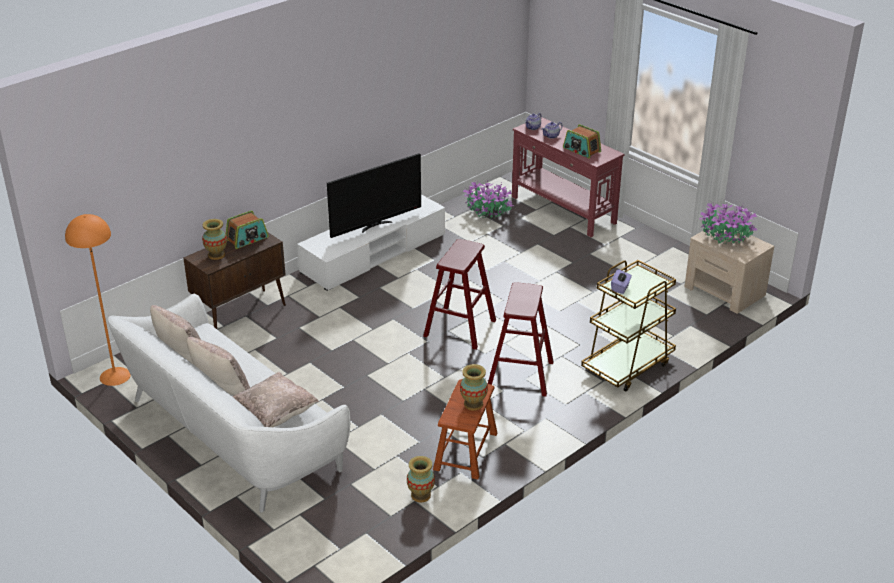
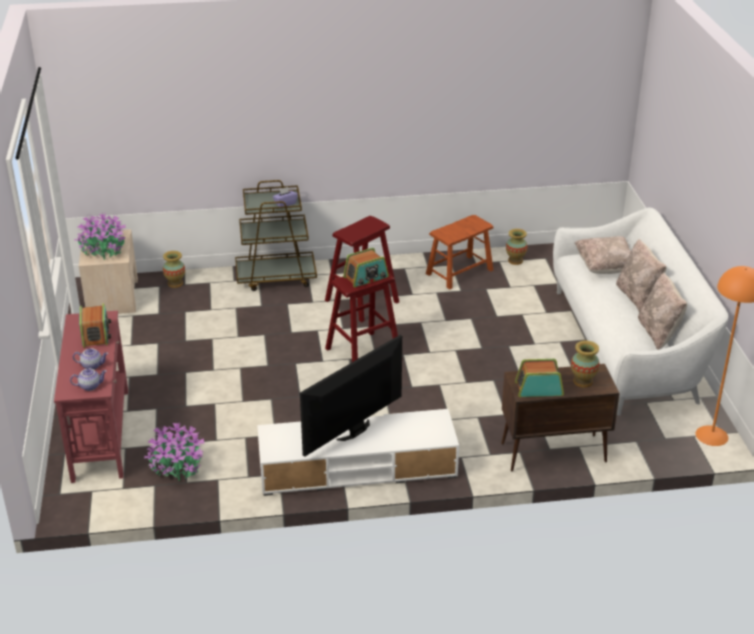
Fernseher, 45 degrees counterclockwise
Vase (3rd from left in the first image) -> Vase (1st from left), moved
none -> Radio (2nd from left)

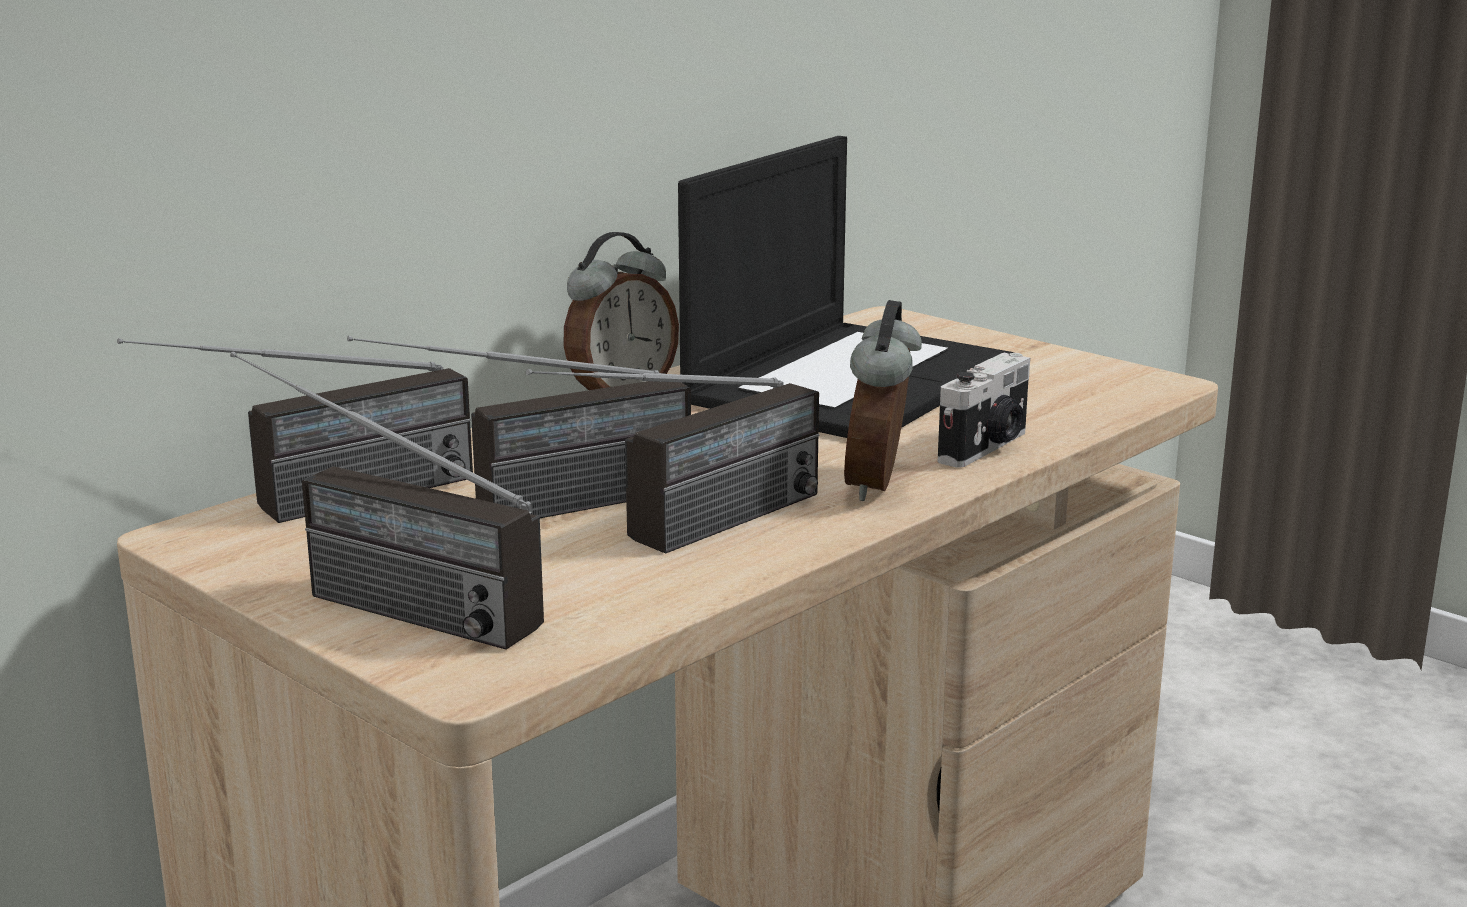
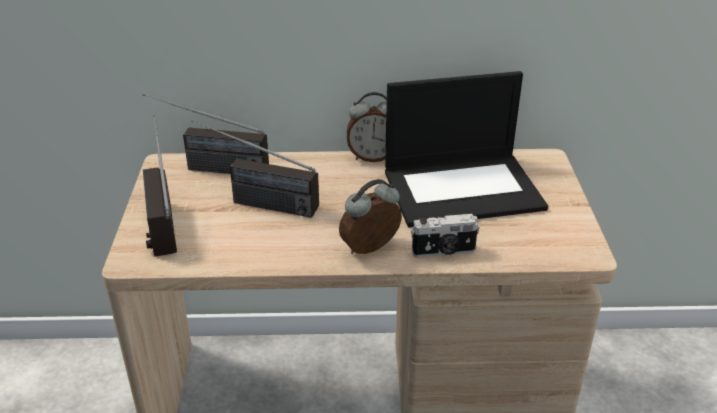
Radio (4th from left) -> none

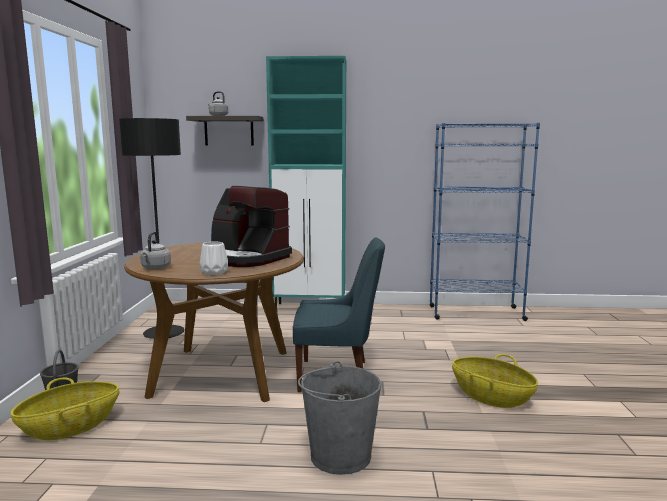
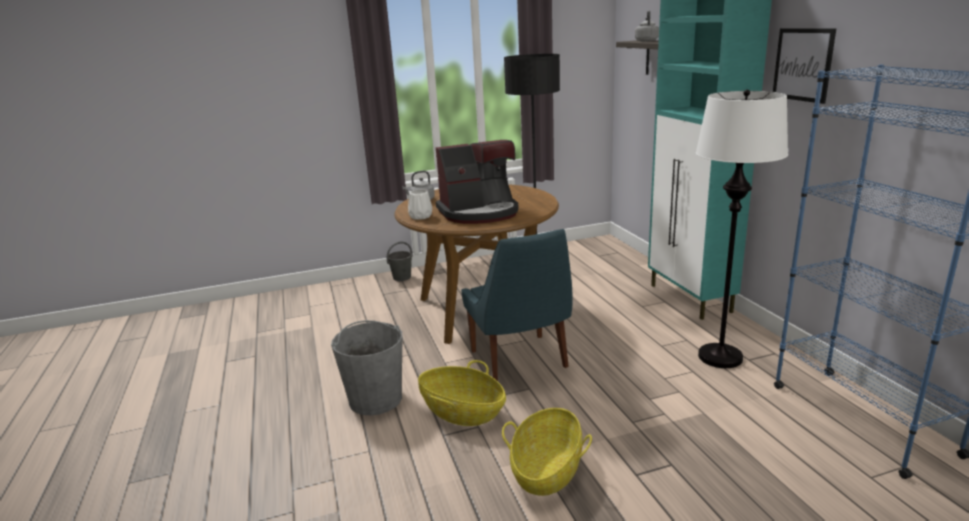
Kaffeemaschine, 120 degrees counterclockwise
Korb (1st from left), moved
none -> Bild
none -> Stehlampe (weiß)

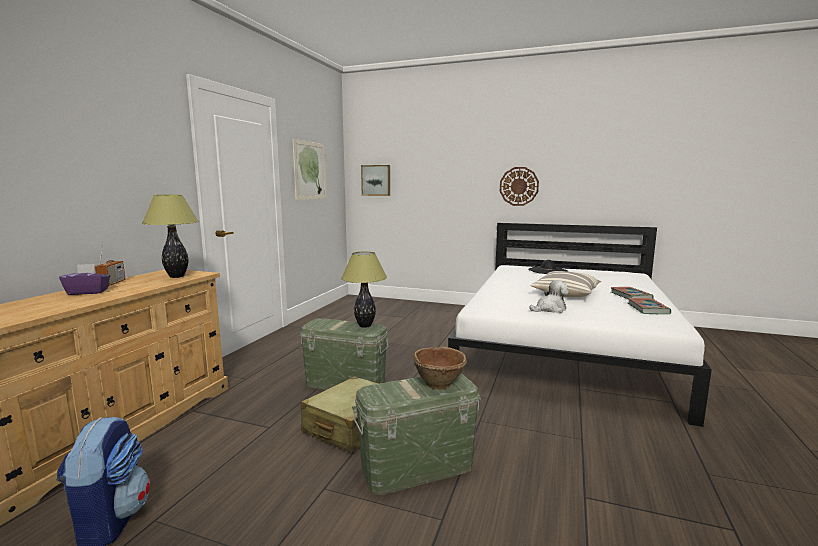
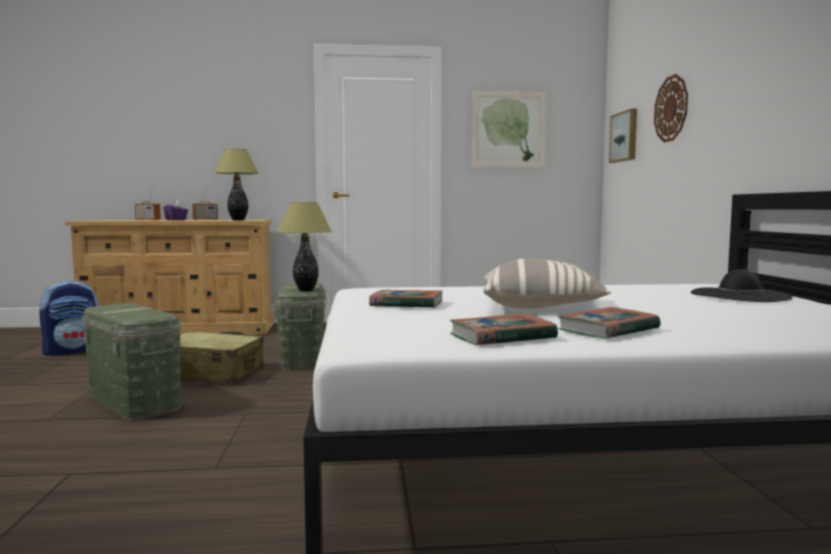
Wanduhr, moved
Plüschtier -> Buch (1st from left)
Schüssel (braun) -> none
none -> Radio (1st from left)

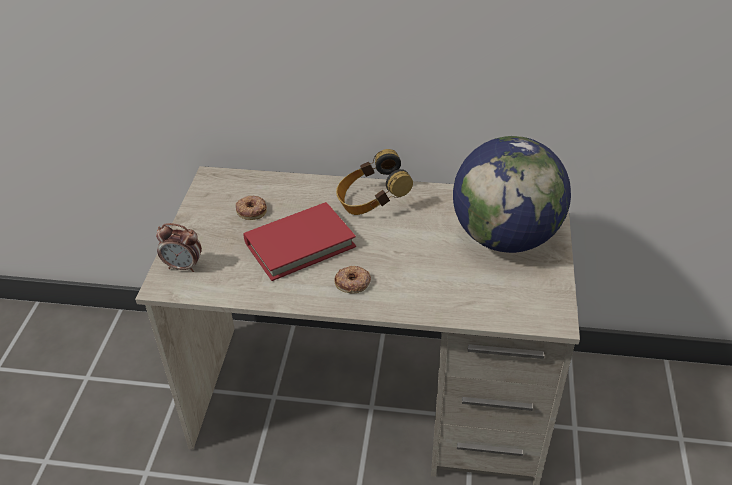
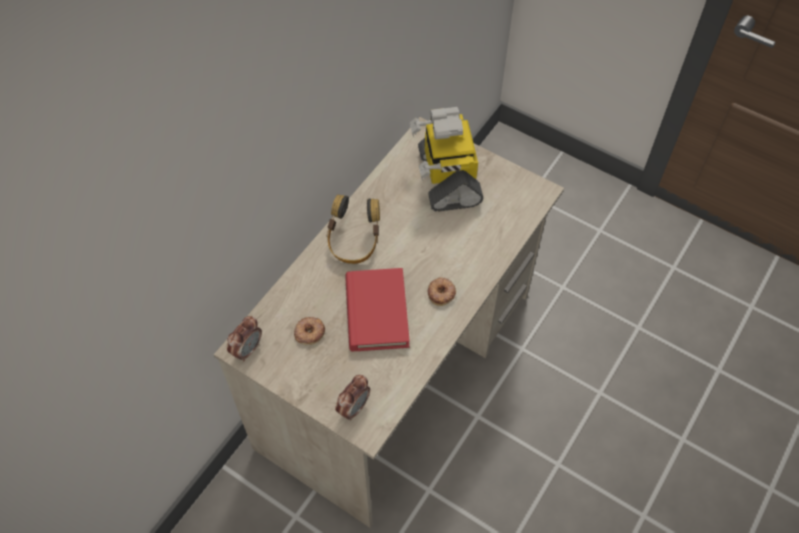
Globus -> Spielzeugroboter
none -> Wecker (1st from left)

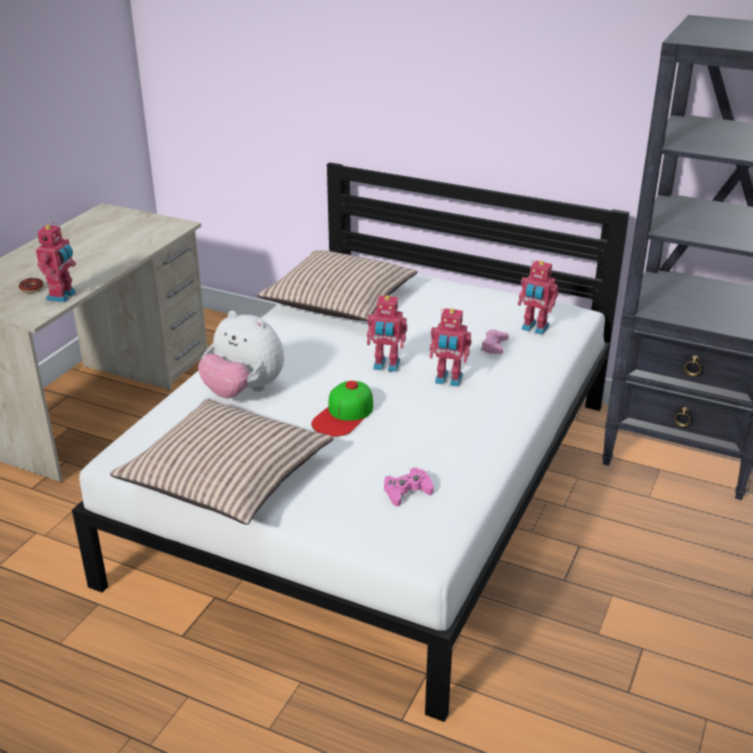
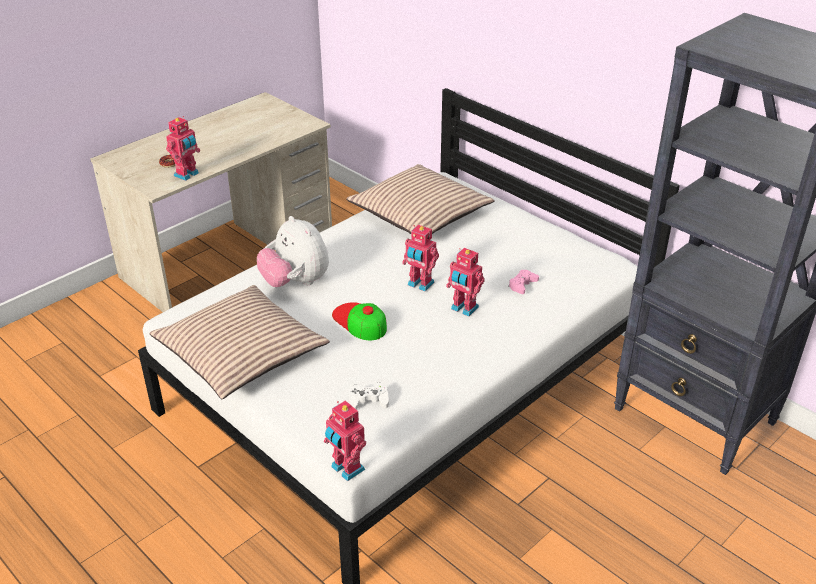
Spielzeugroboter (4th from left in the first image) -> Spielzeugroboter (2nd from left), moved
Kappe, 90 degrees clockwise
Gamepad (rosa) (1st from left) -> Gamepad (weiß)

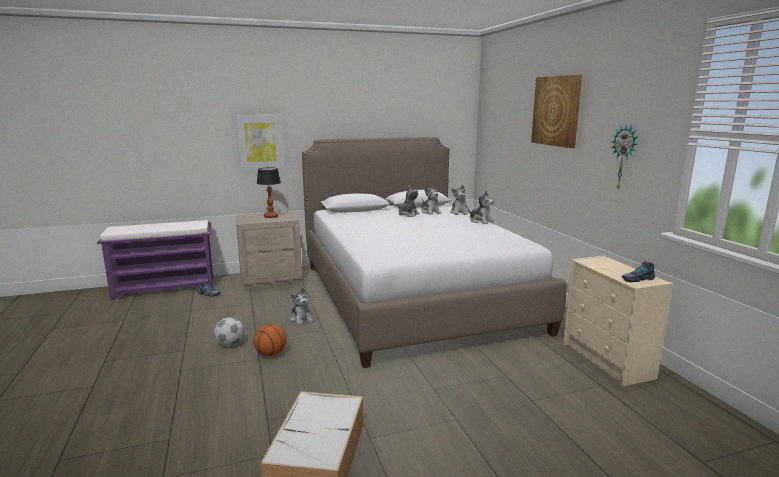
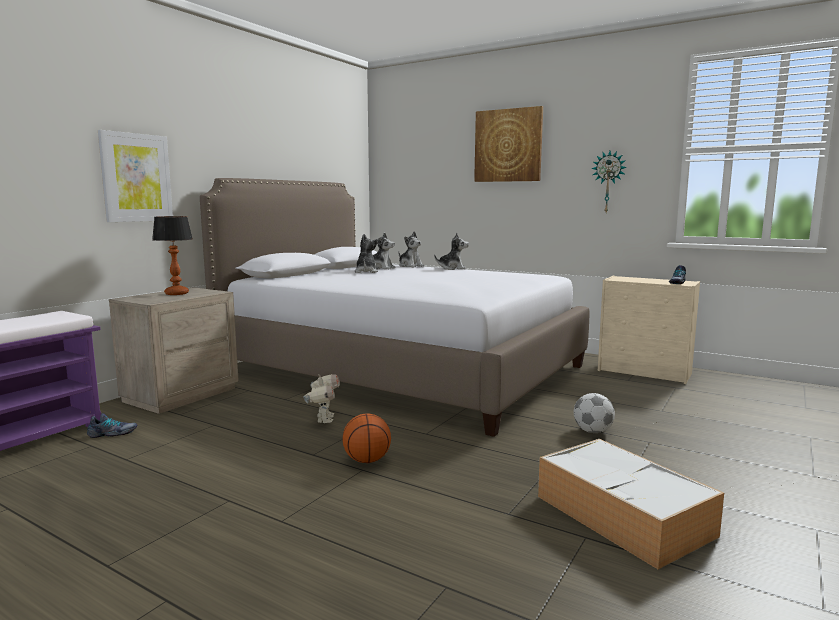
Plüschtier (1st from left) -> Spielzeugroboter
Fußball, moved

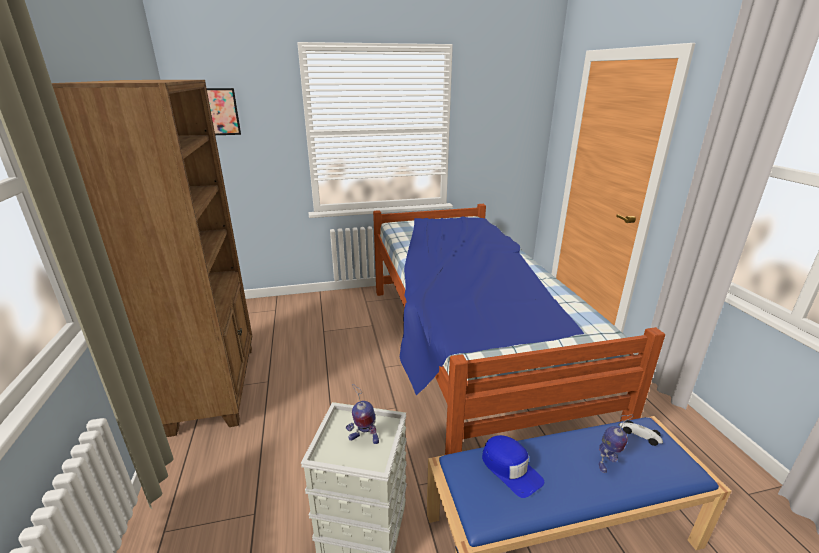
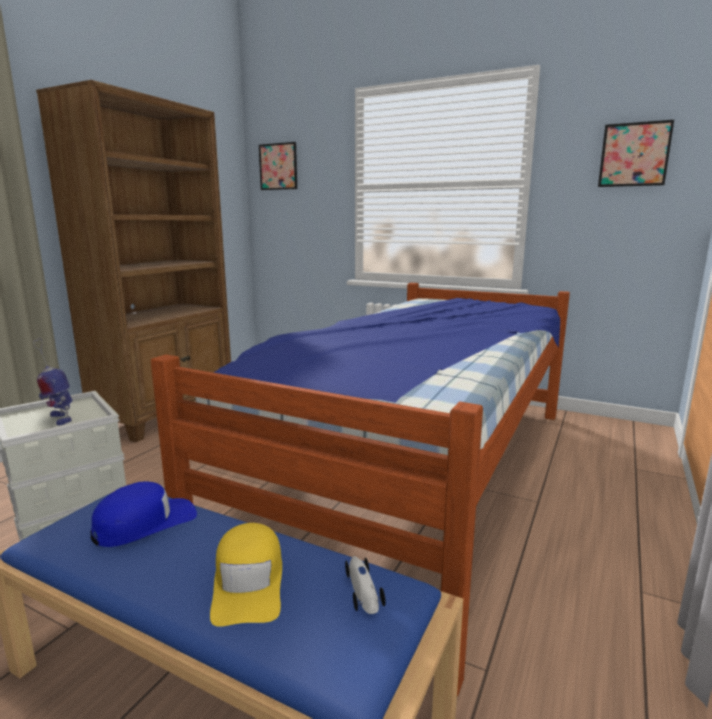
Spielzeugroboter (2nd from left) -> Kappe (gelb)
Kappe (blau), 135 degrees counterclockwise
none -> Bild (2nd from left)

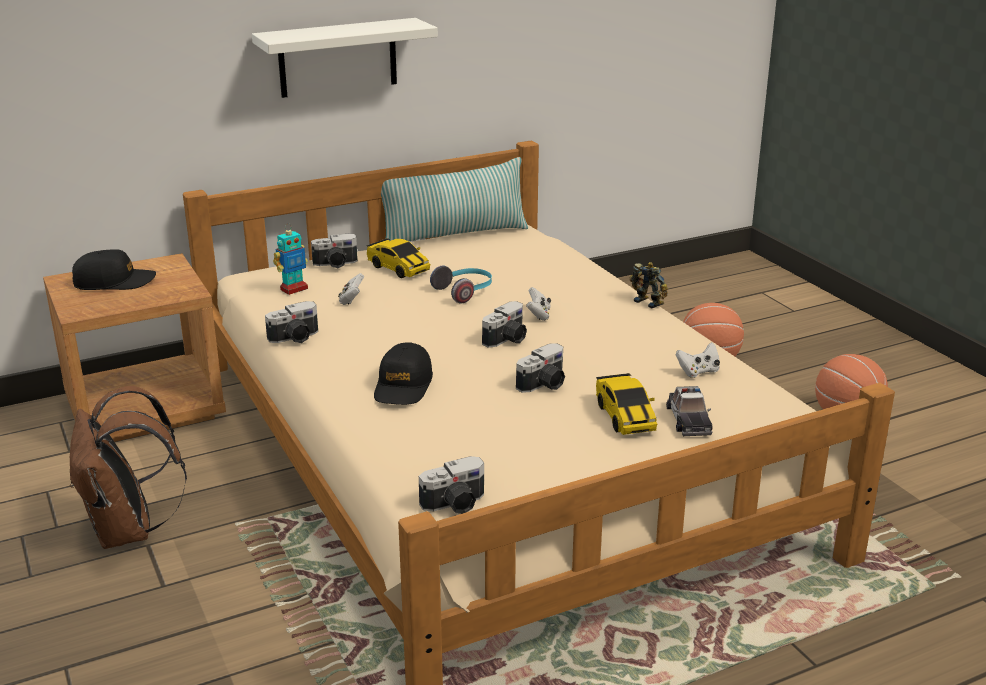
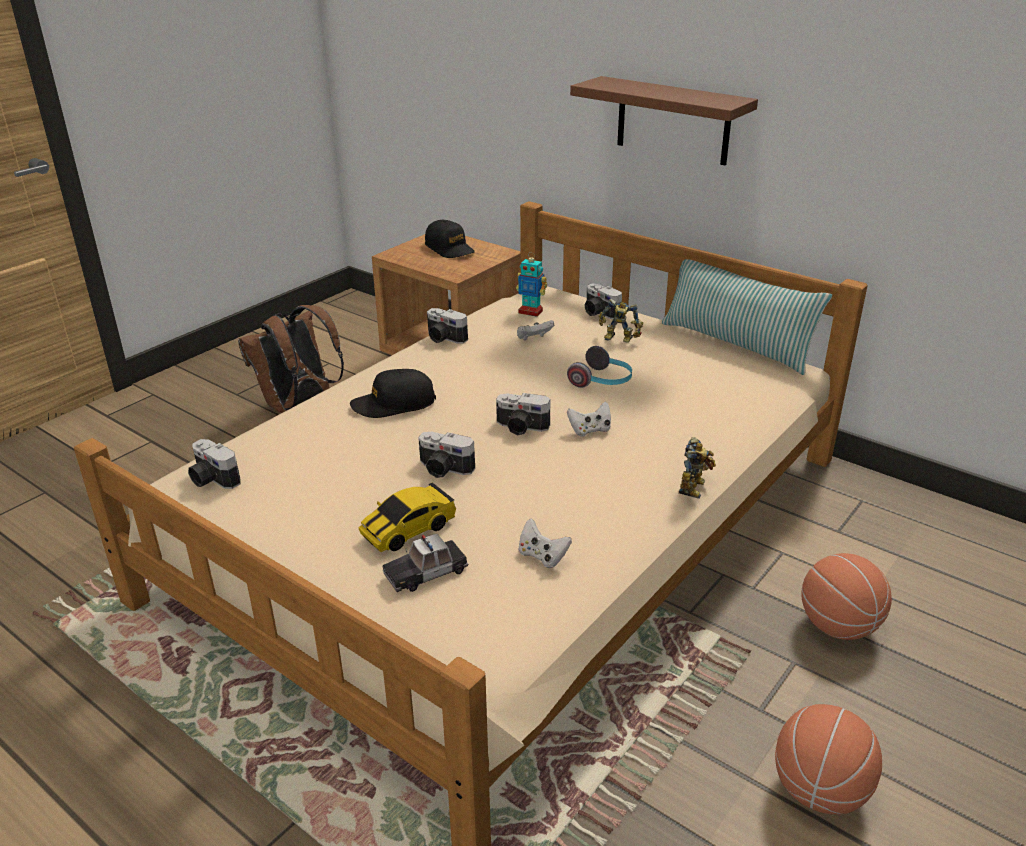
Wandregal (weiß) -> Wandregal (braun)
Spielzeugauto (1st from left) -> Spielzeugroboter (2nd from left)

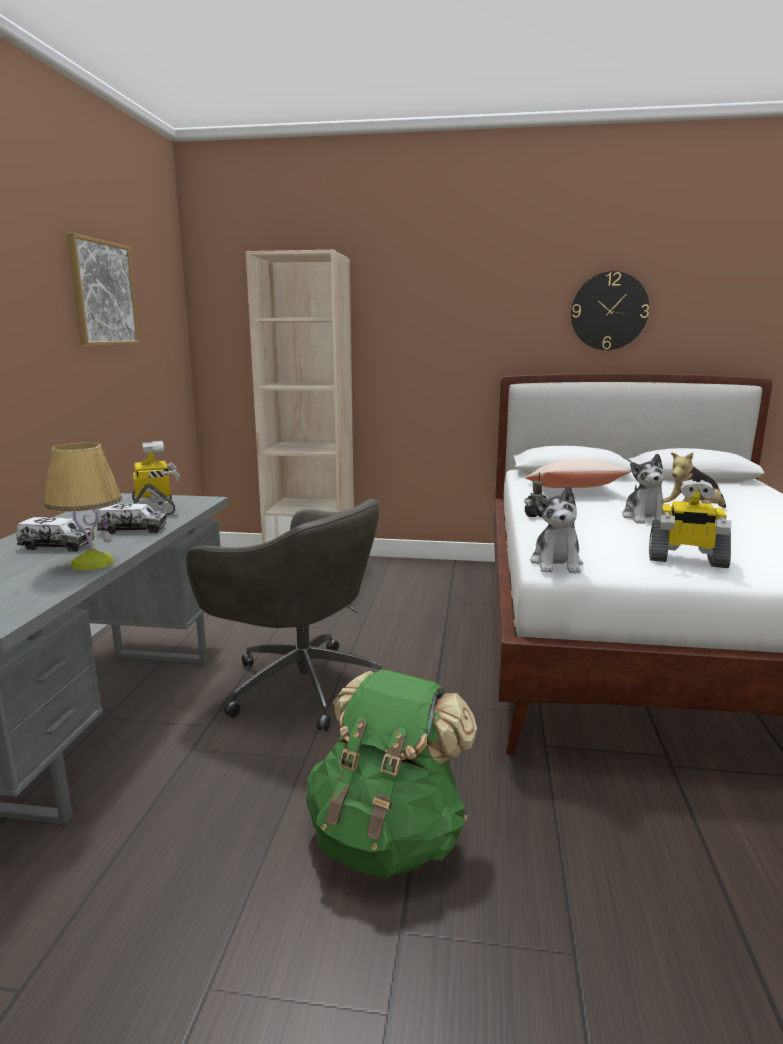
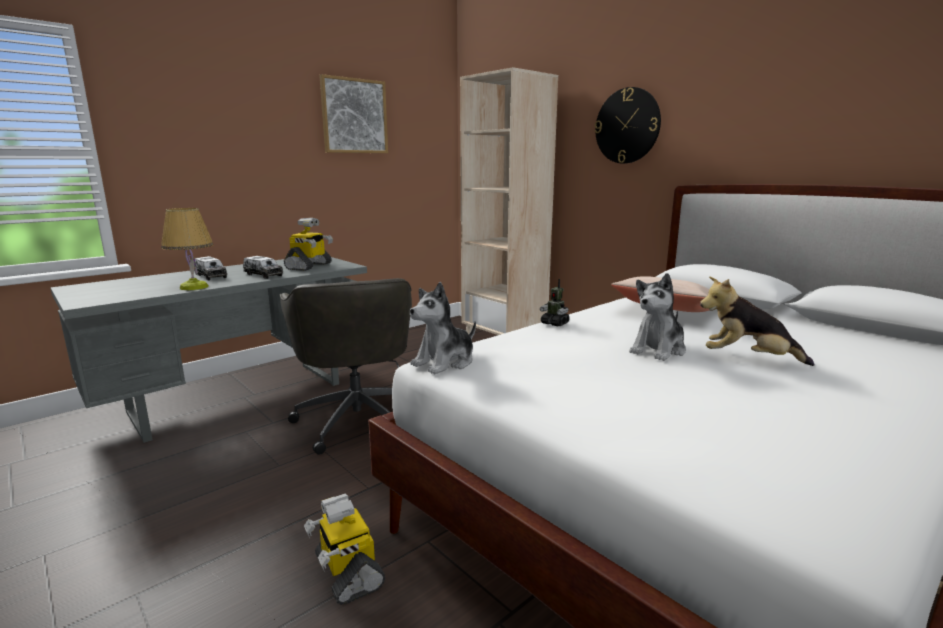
Wanduhr, moved
Spielzeugroboter (3rd from left in the first image) -> Spielzeugroboter (2nd from left), moved
Rucksack (grün) -> none

